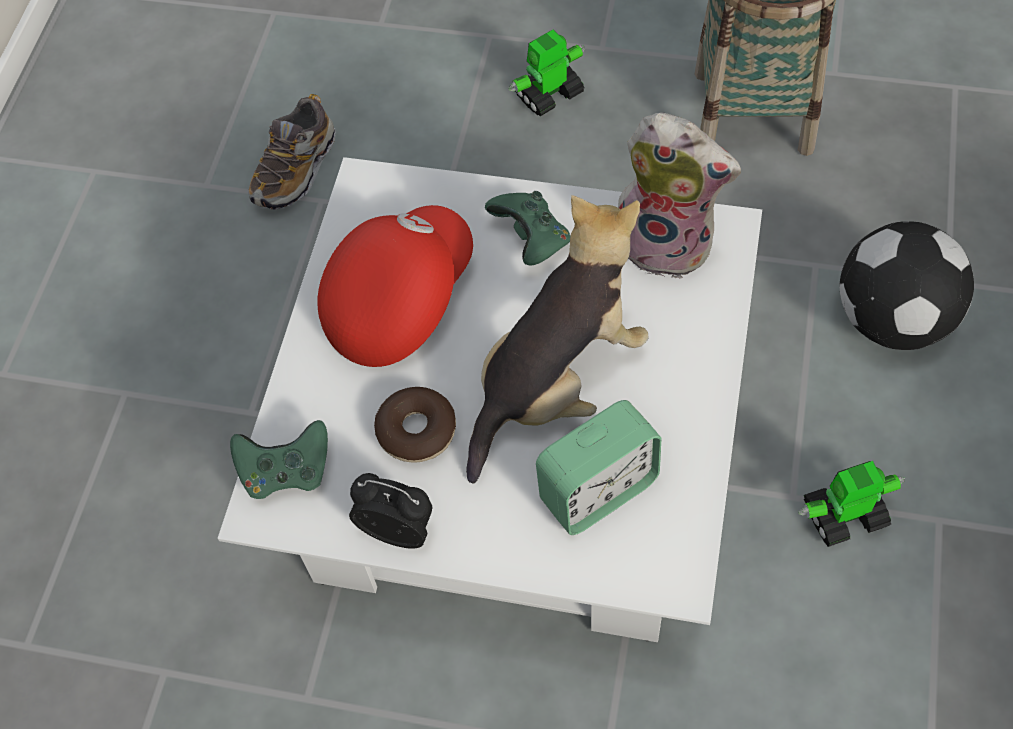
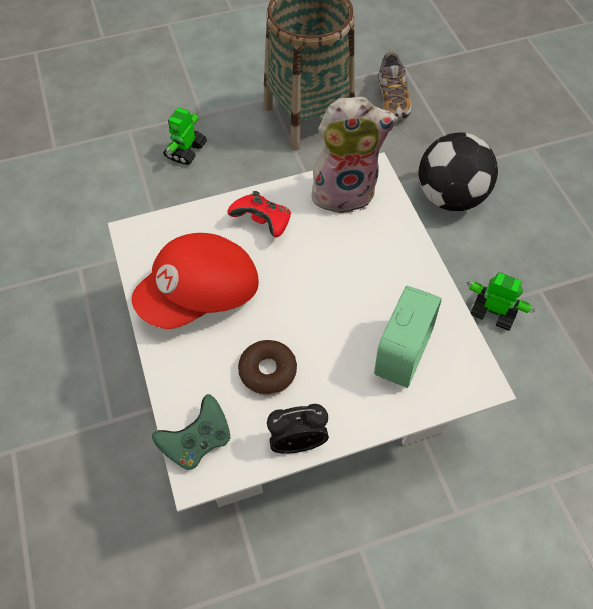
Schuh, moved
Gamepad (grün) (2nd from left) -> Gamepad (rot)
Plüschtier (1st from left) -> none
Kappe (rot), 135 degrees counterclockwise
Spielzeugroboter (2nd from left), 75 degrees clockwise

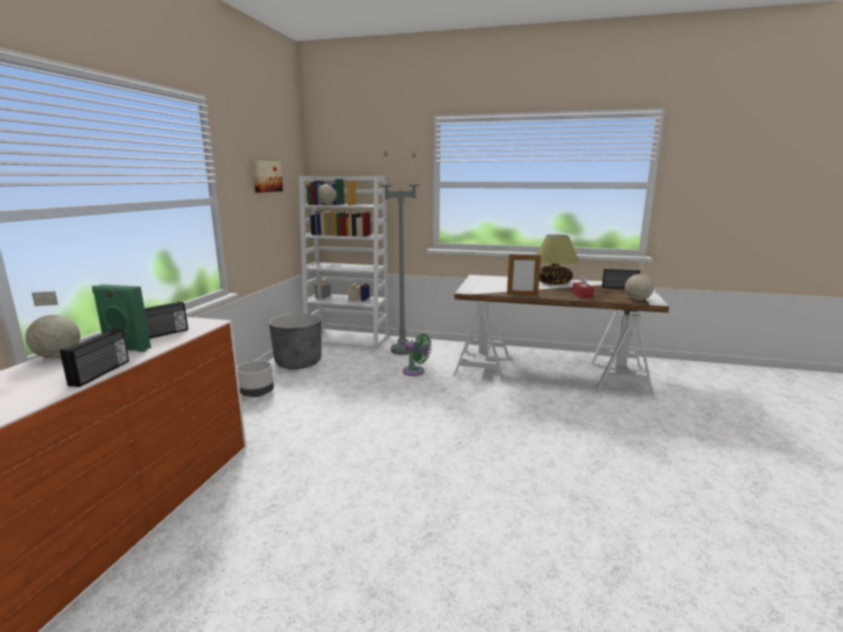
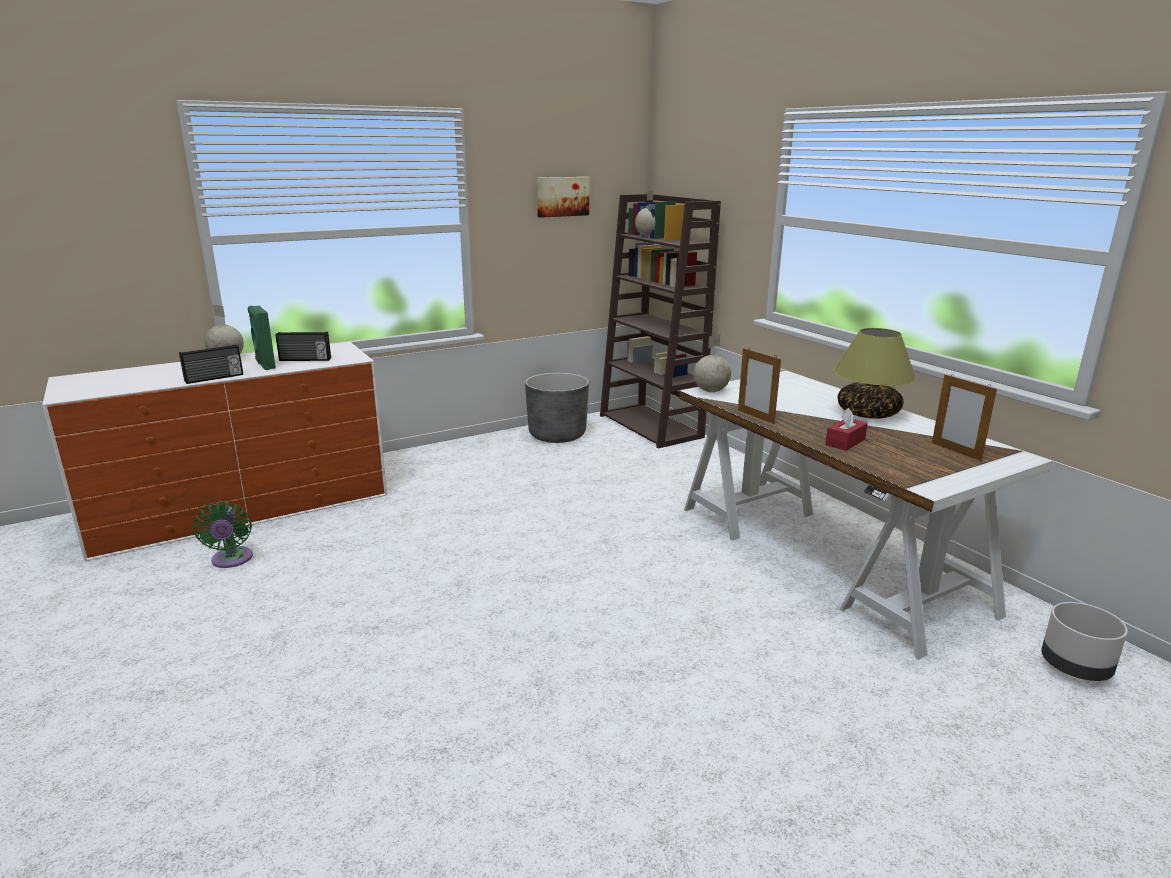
Stehlampe (grau) -> none
Bücherregal (weiß) -> Bücherregal (braun)
Globus (3rd from left), moved
Radio (3rd from left) -> Bilderrahmen (2nd from left)
Ventilator (grün), moved
Pflanzkübel (grau) (1st from left in the first image) -> Pflanzkübel (grau) (2nd from left), moved

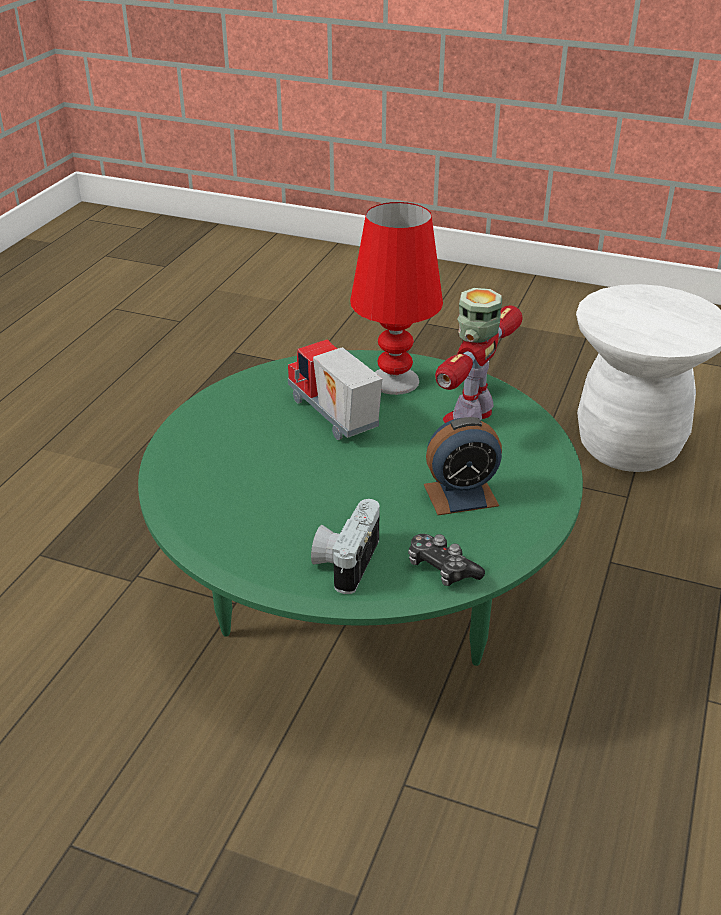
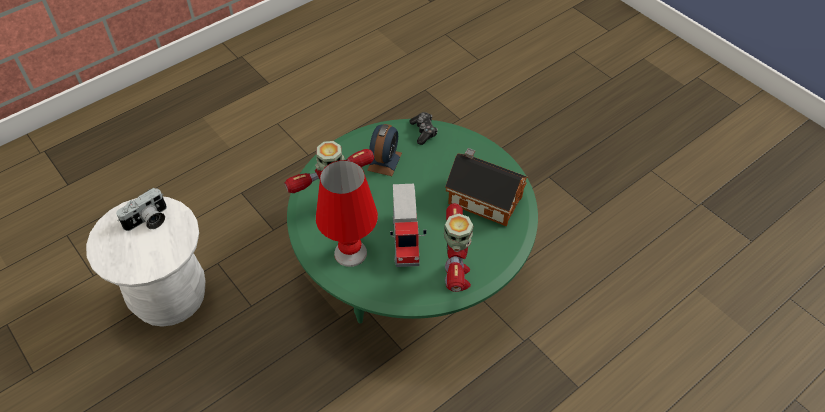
Wecker, 90 degrees clockwise
Kamera, moved
none -> Spielzeughaus
none -> Spielzeugroboter (2nd from left)

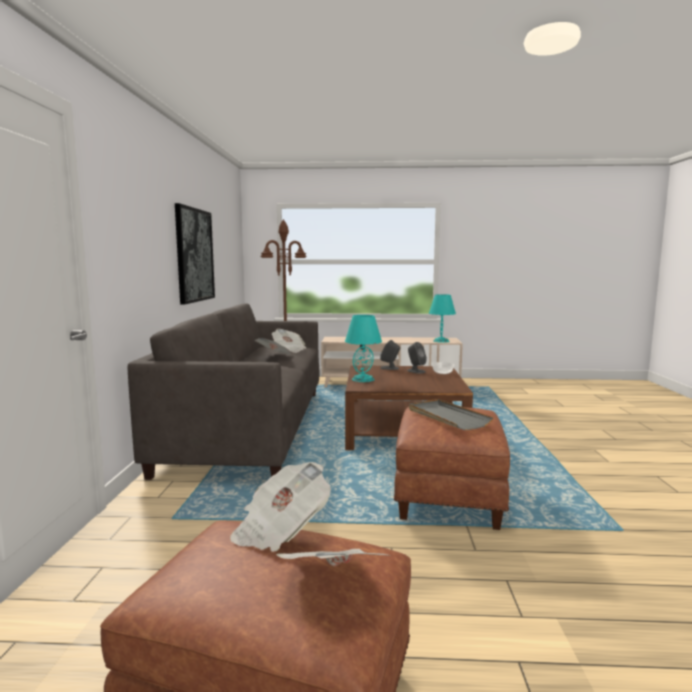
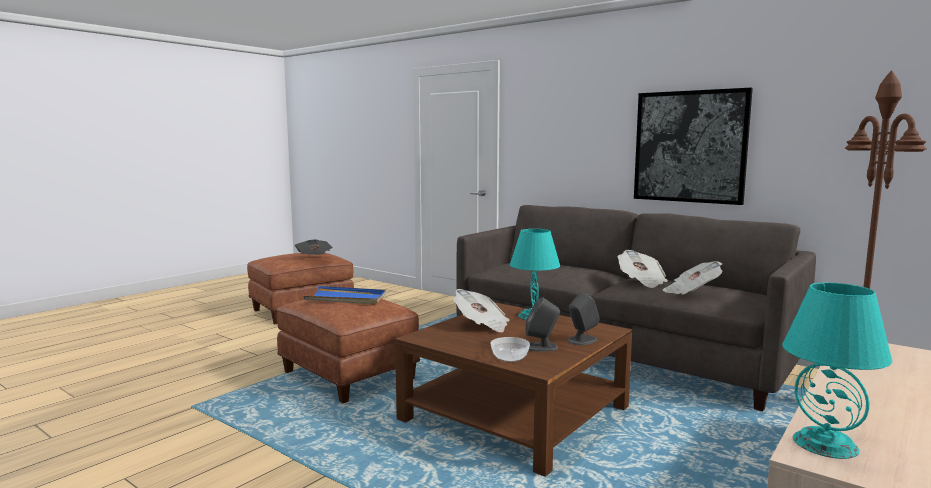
Tablett (grau) -> Tablett (blau)
Zeitung (4th from left in the first image) -> Zeitung (2nd from left), moved

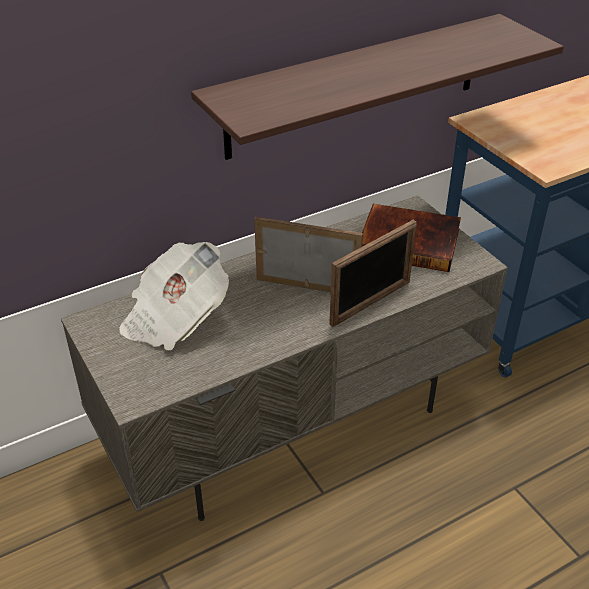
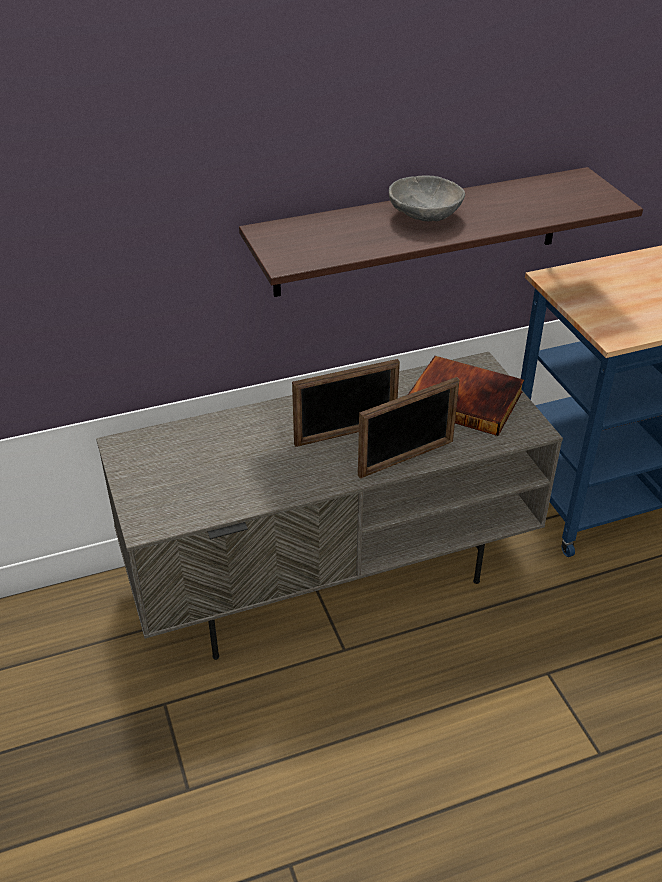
Bilderrahmen (1st from left), 135 degrees clockwise
Zeitung -> none
none -> Schüssel (grau)

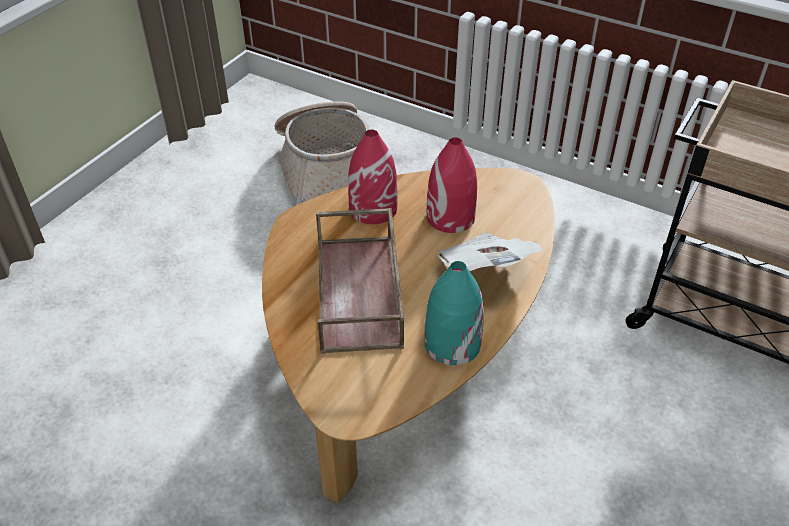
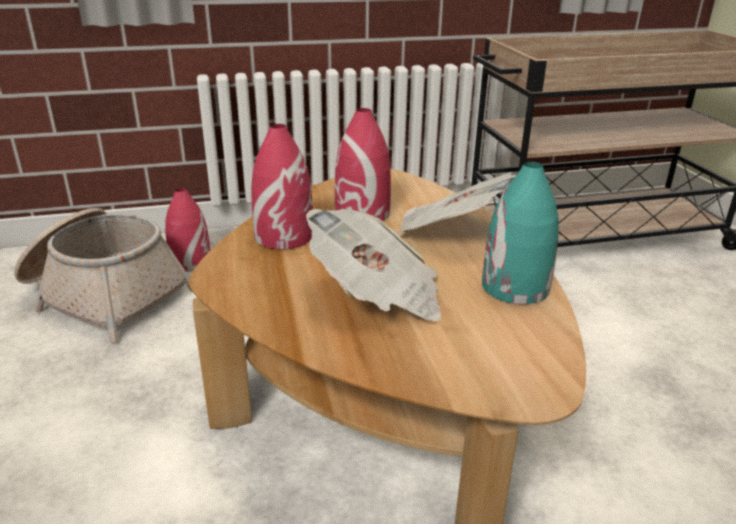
Tablett (braun) -> Zeitung (1st from left)
none -> Vase (rot) (1st from left)

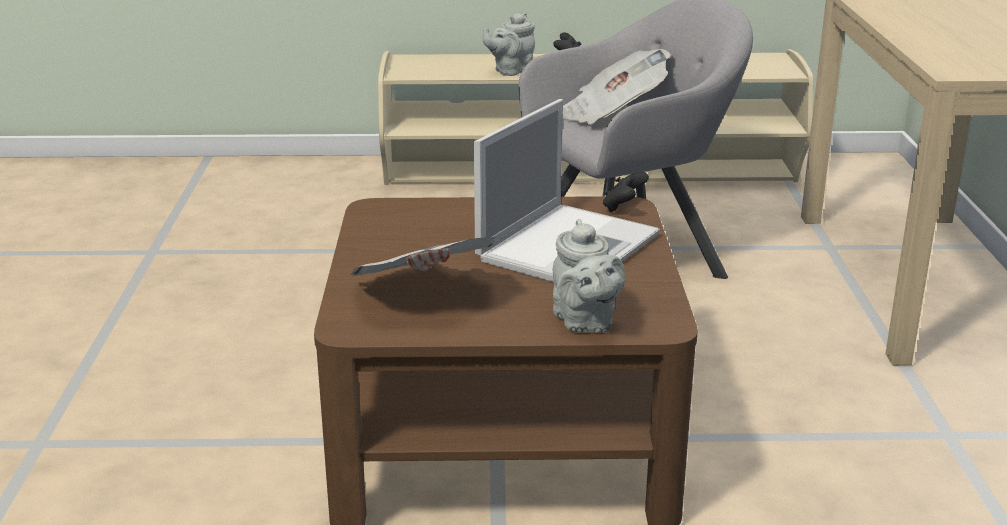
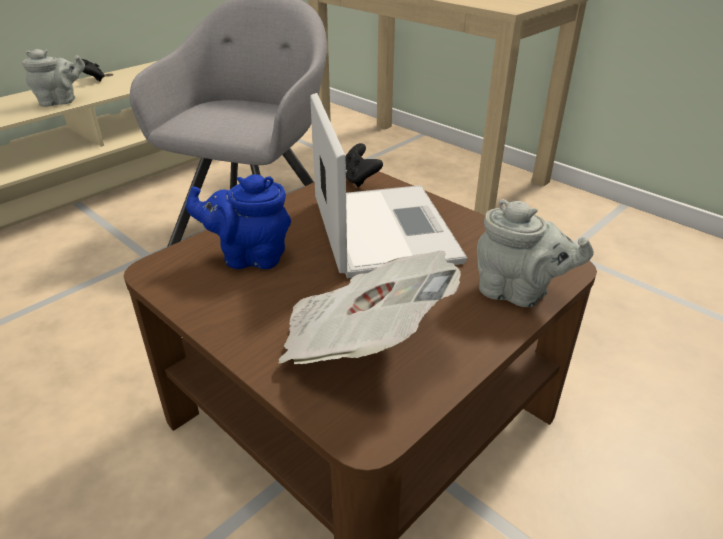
Teekanne (grau) (1st from left), 120 degrees counterclockwise
Zeitung (2nd from left) -> none
none -> Teekanne (blau)

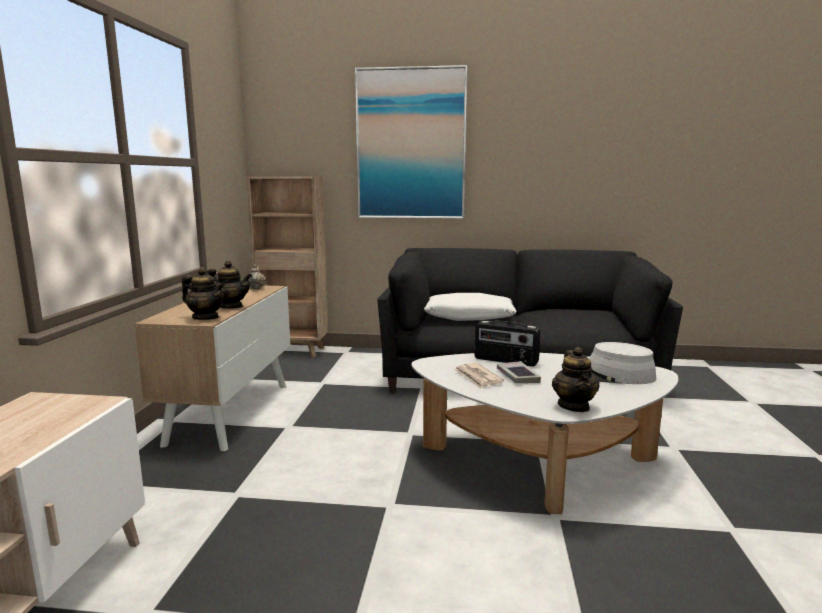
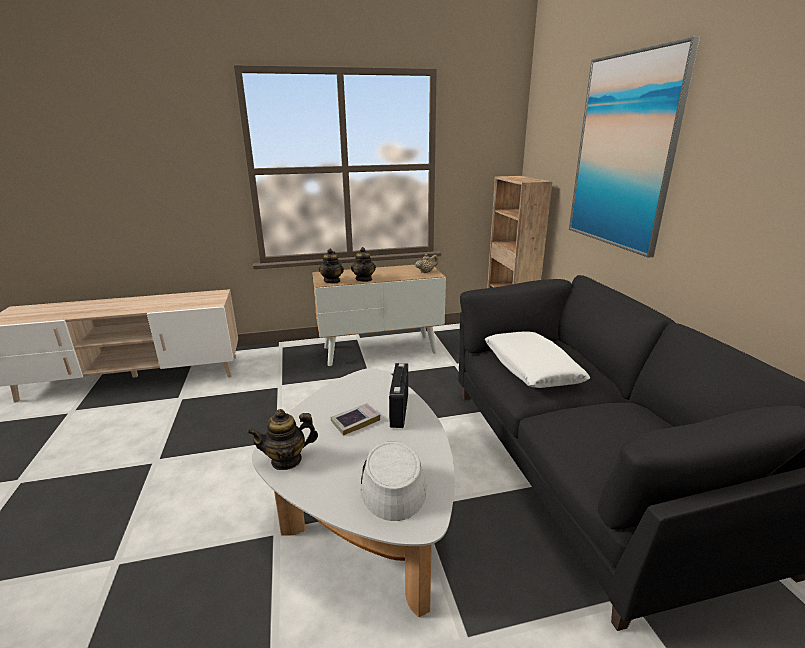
Zeitung -> none

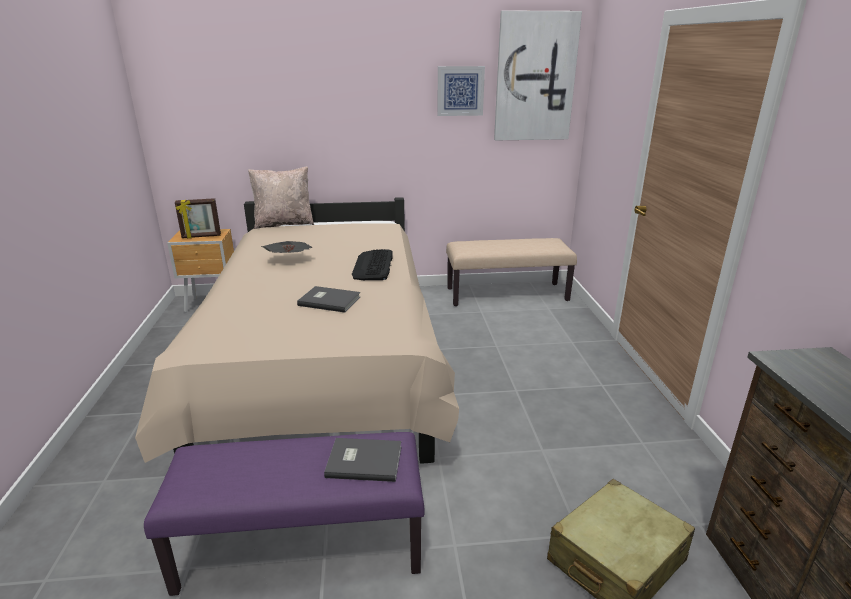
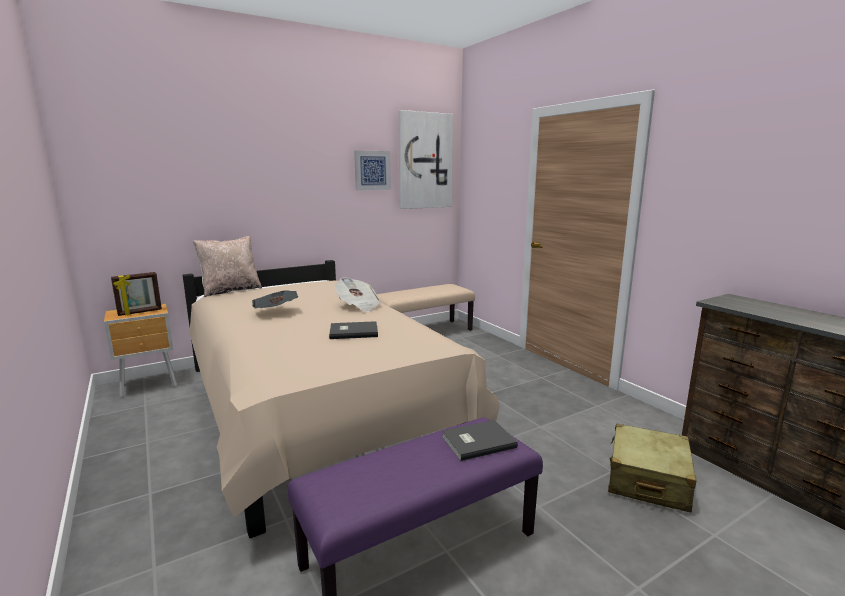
Tastatur -> Zeitung (2nd from left)

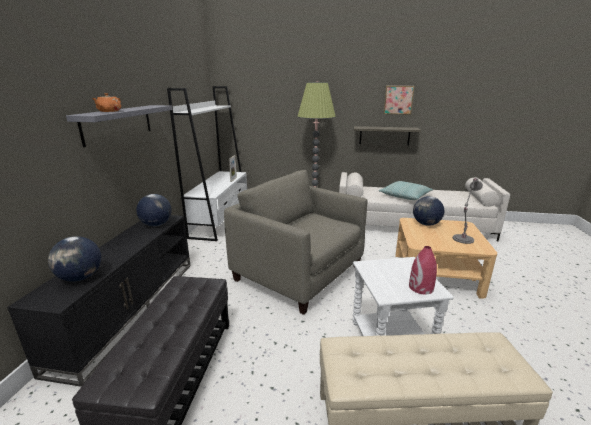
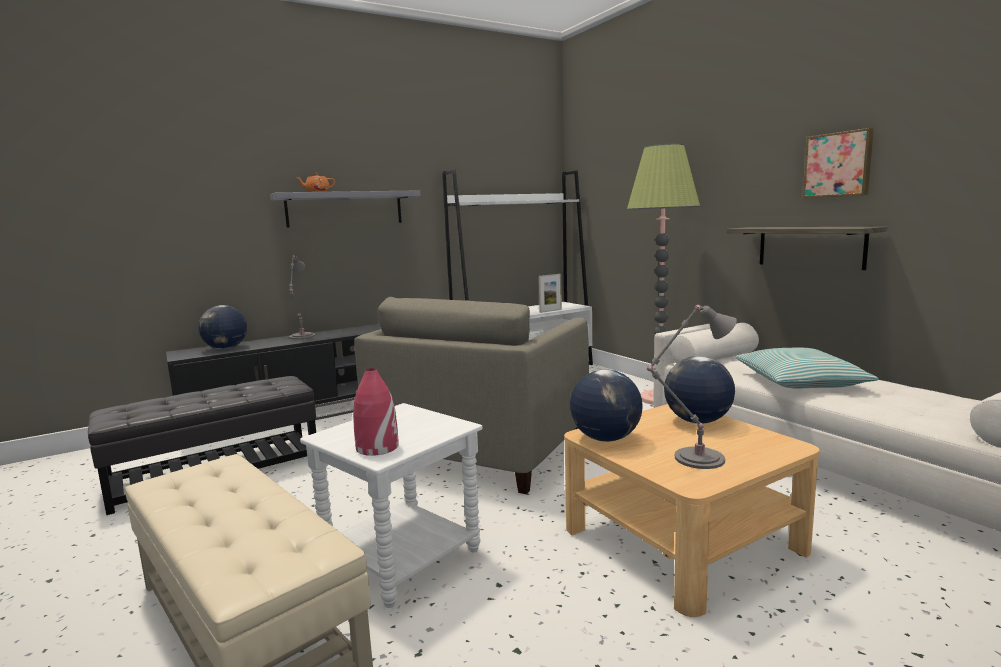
Sessel (beige), 150 degrees counterclockwise
Globus (2nd from left), moved
none -> Tischlampe (grau) (1st from left)

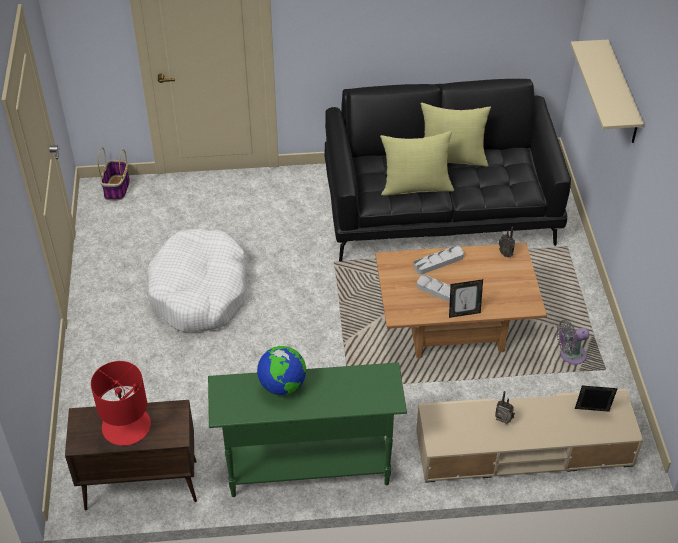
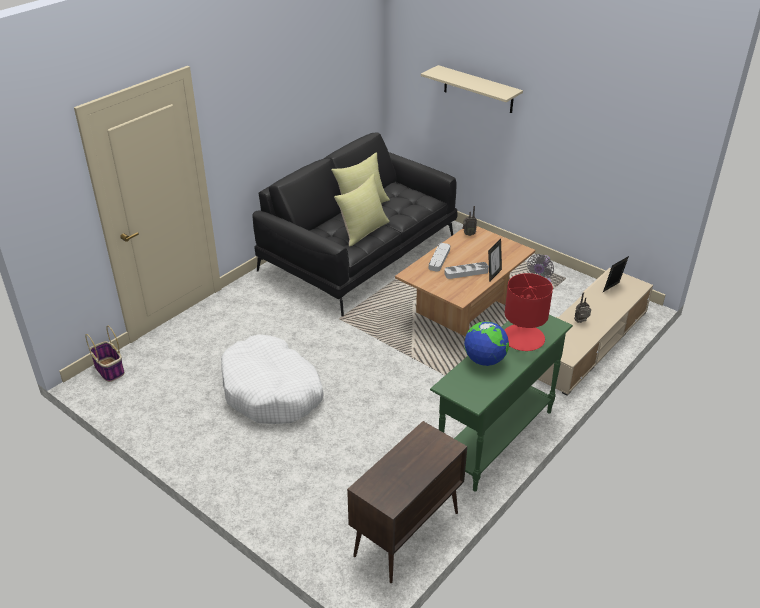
Tischlampe (rot), moved

